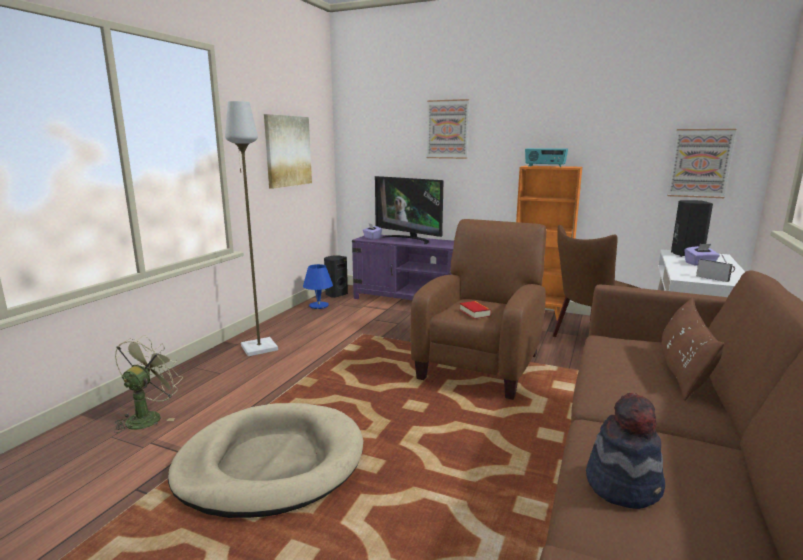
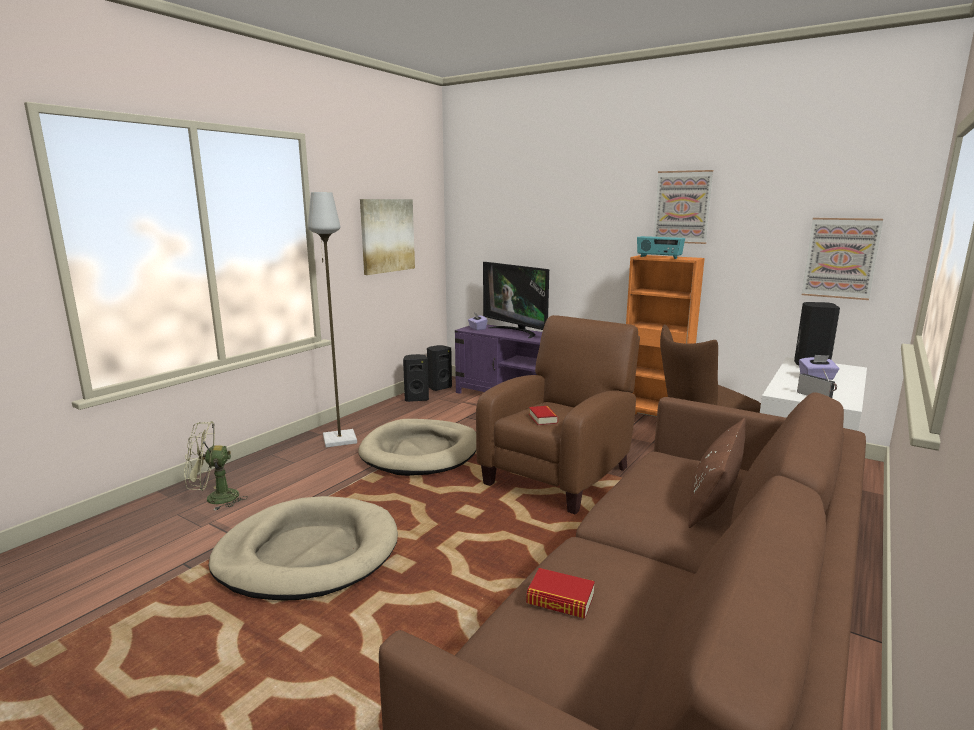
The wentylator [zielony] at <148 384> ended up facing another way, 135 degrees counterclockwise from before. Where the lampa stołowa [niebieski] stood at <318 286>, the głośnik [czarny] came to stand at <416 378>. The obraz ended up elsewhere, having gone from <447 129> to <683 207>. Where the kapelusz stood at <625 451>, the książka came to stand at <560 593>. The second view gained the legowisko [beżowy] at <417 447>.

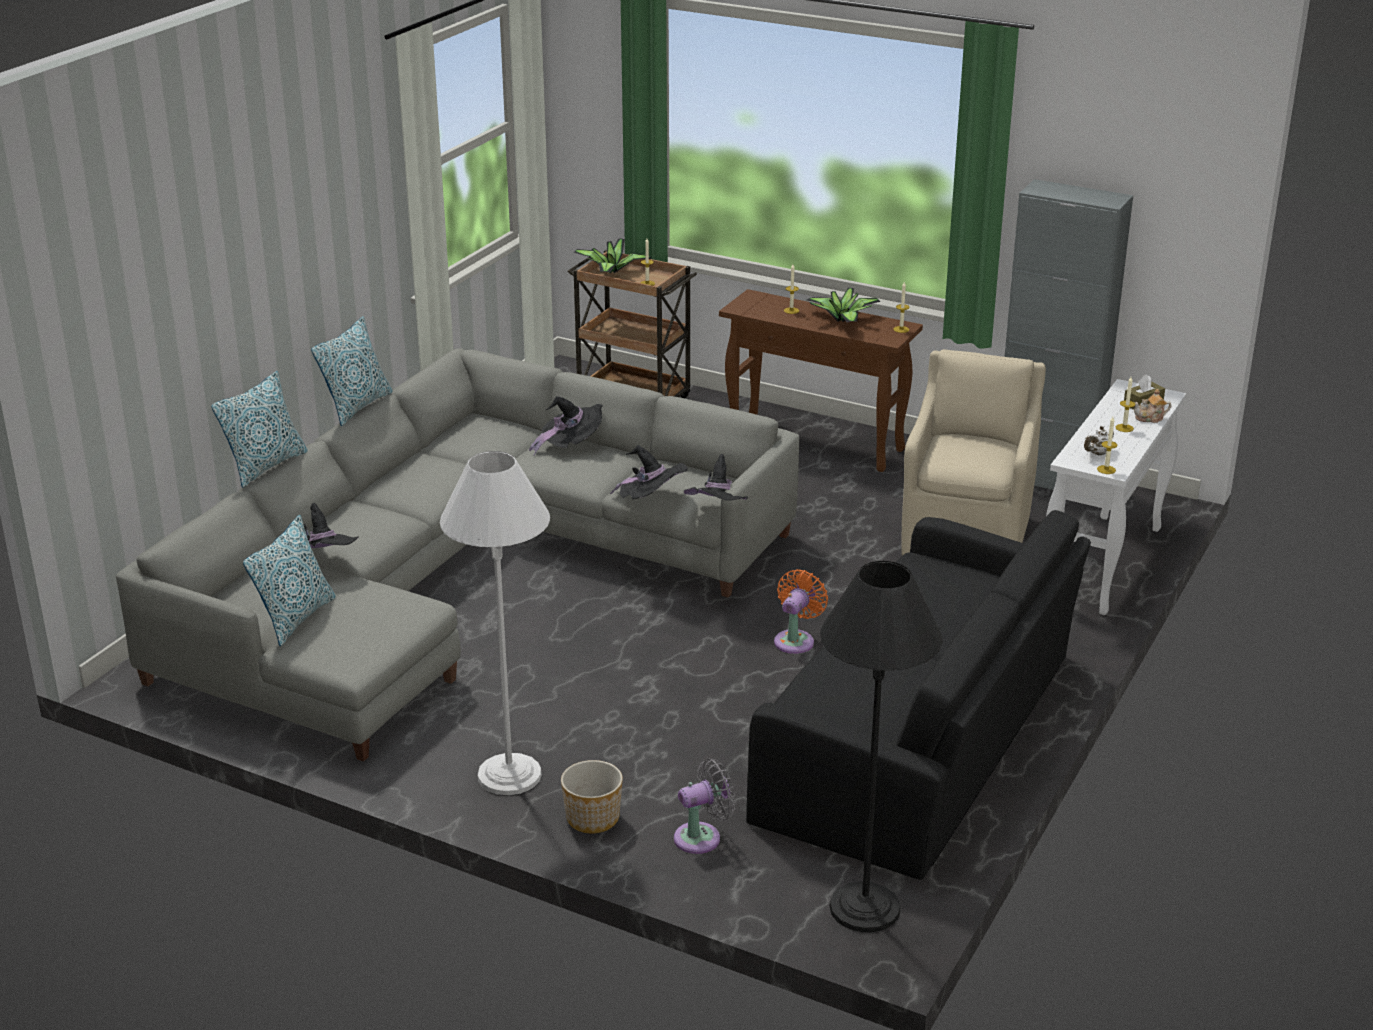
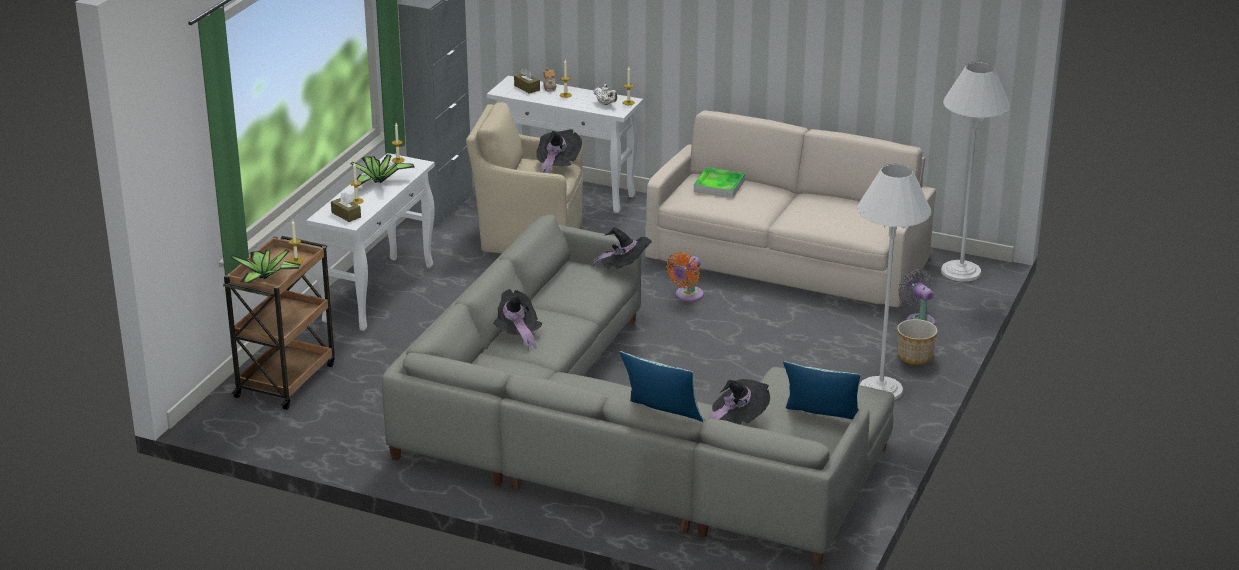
The second view lost the poduszka at <352 371>. The kapelusz [czarny] ended up elsewhere, having gone from <649 472> to <559 151>. What was the stolik konsolowy [brązowy] at <821 380> turned into the stolik konsolowy [biały] at <370 242>. What was the kanapa [czarny] at <918 695> turned into the kanapa [beżowy] at <790 208>. The wentylator [pomarańczowy] at <801 611> ended up facing another way, 75 degrees counterclockwise from before. What was the lampa stojąca [czarny] at <881 746> turned into the lampa stojąca [biały] at <975 172>. The second view gained the pudełko chusteczek [brązowy] at <346 207>. The second view gained the taca at <719 182>.

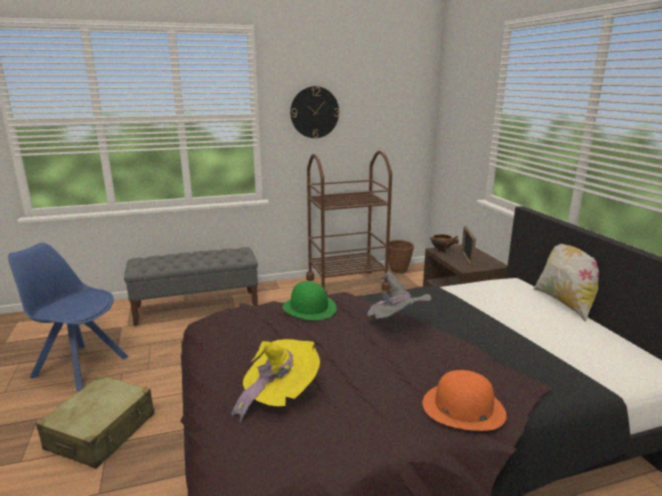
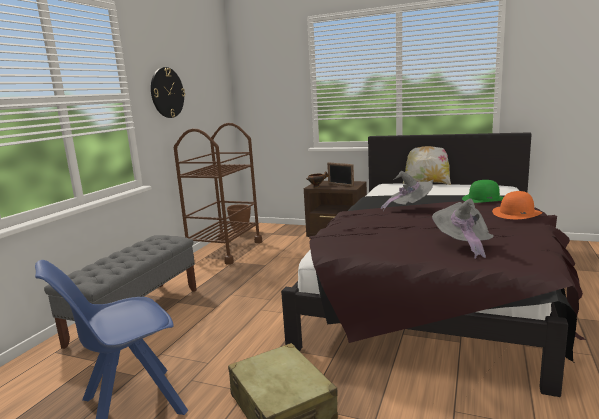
What was the kapelusz [żółty] at <275 381> turned into the kapelusz [szary] at <463 229>. The kapelusz [zielony] ended up elsewhere, having gone from <309 300> to <483 191>.

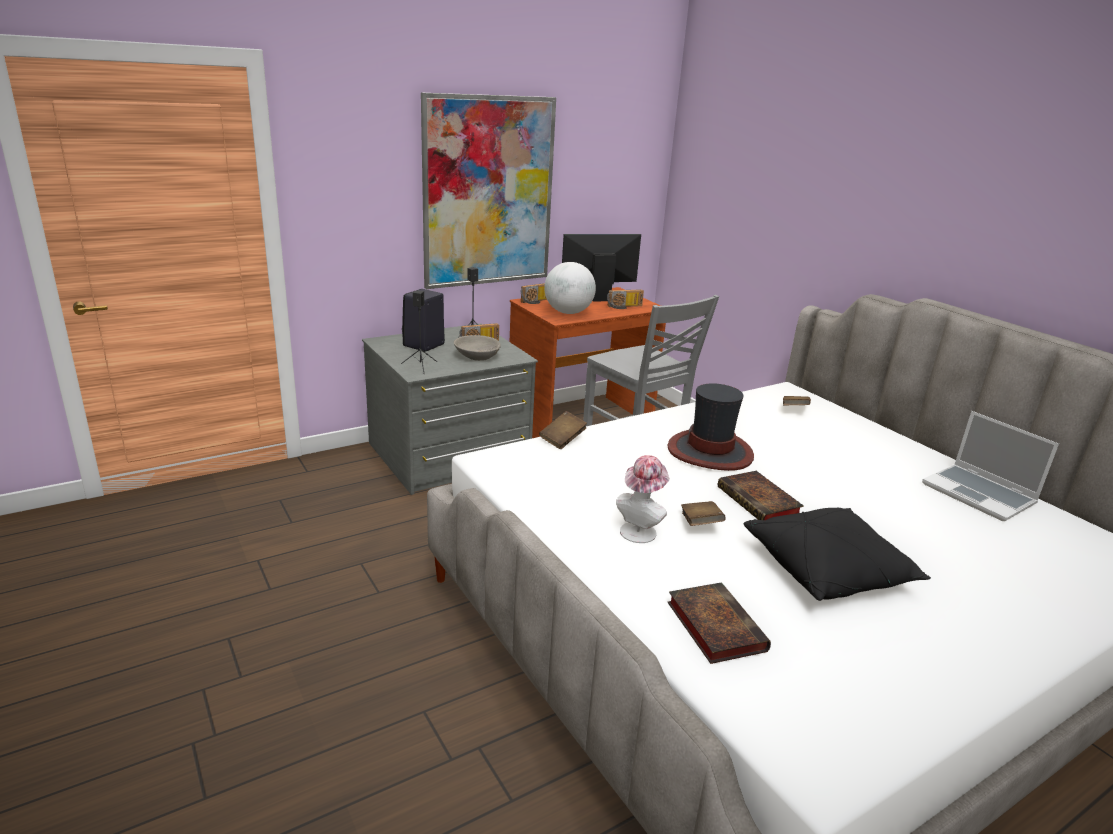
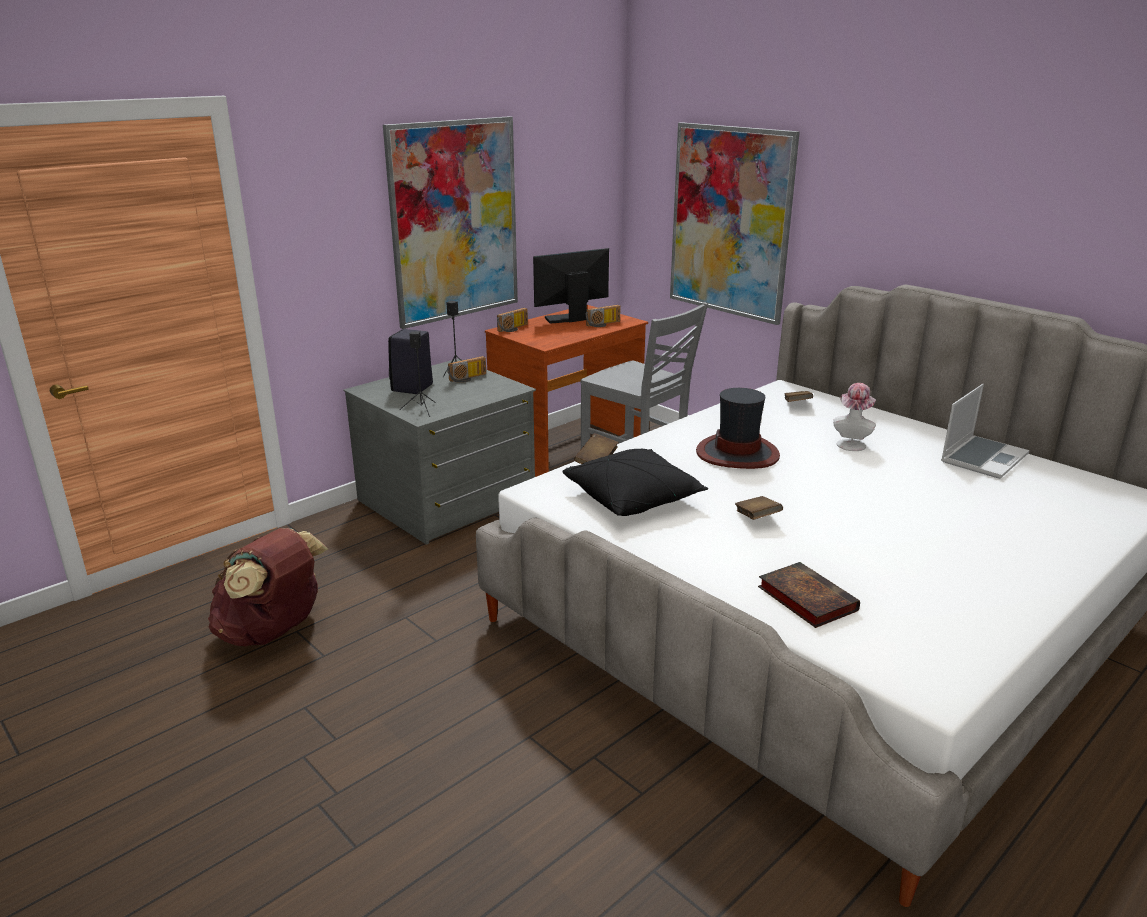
The second view lost the miska [szary] at <477 348>. The second view lost the globus at <570 288>. The kapelusz ended up elsewhere, having gone from <643 499> to <854 417>. The second view lost the książka at <761 495>. The poduszka [czarny] ended up elsewhere, having gone from <837 554> to <635 482>. The laptop at <990 466> ended up facing another way, 90 degrees counterclockwise from before. The second view gained the plecak [brązowy] at <268 587>. The second view gained the obraz at <735 223>.

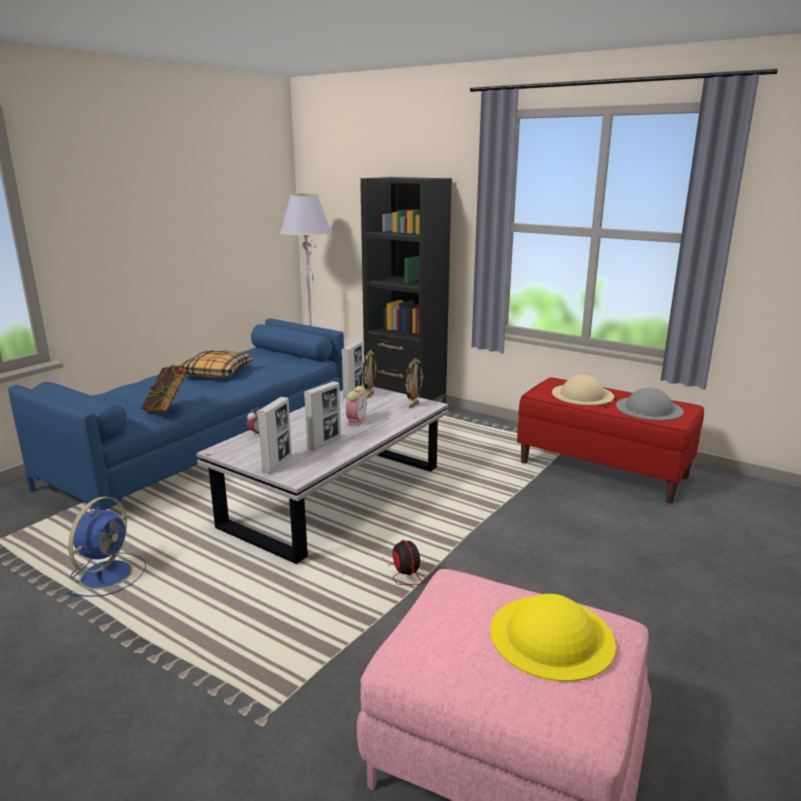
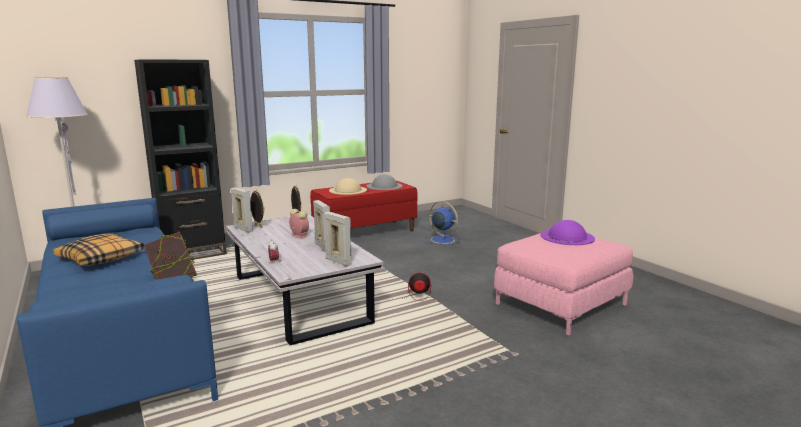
The wentylator [niebieski] ended up elsewhere, having gone from <105 547> to <442 223>. What was the kapelusz [żółty] at <553 638> turned into the kapelusz [fioletowy] at <568 232>.

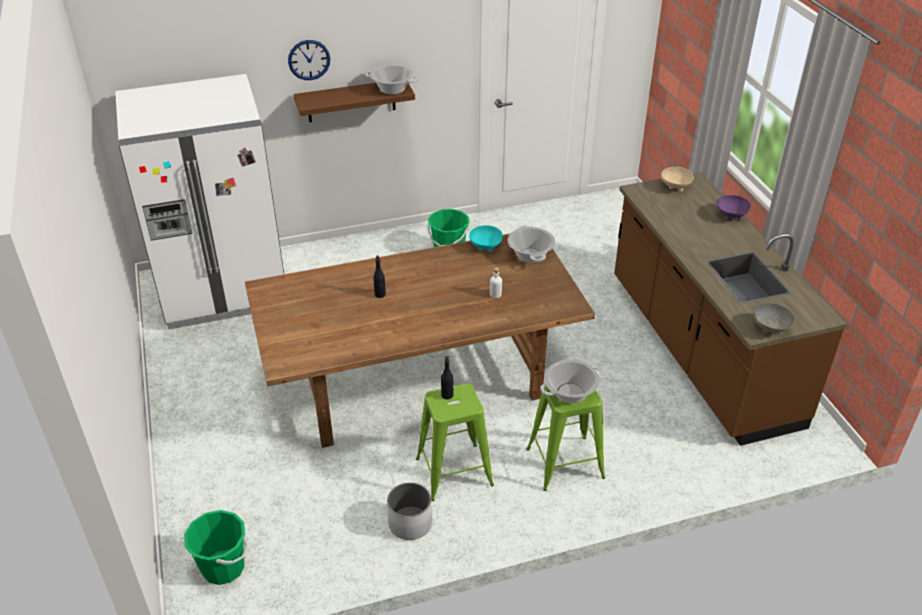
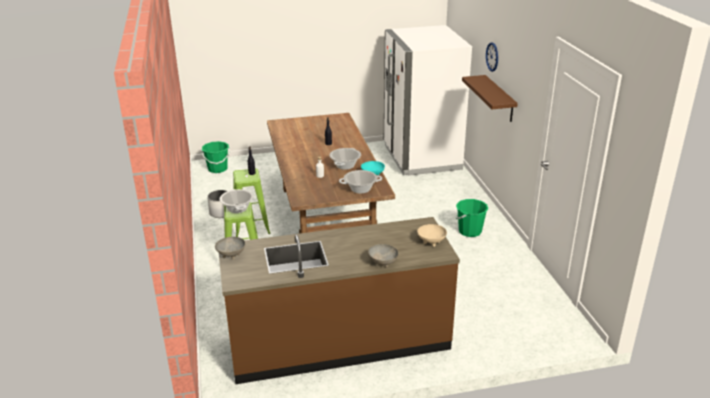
The garnek ended up elsewhere, having gone from <392 79> to <345 159>. What was the miska [fioletowy] at <733 208> turned into the miska [szary] at <383 255>.

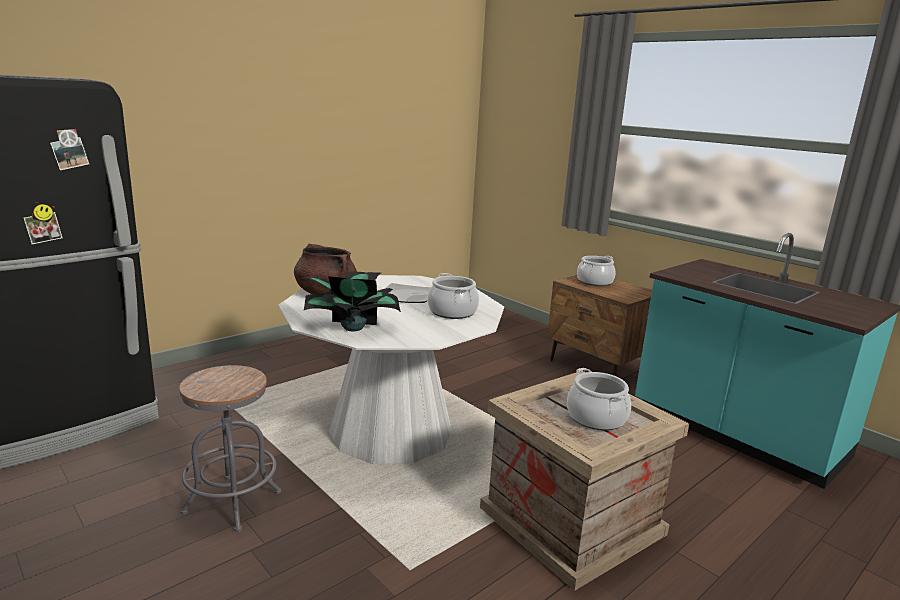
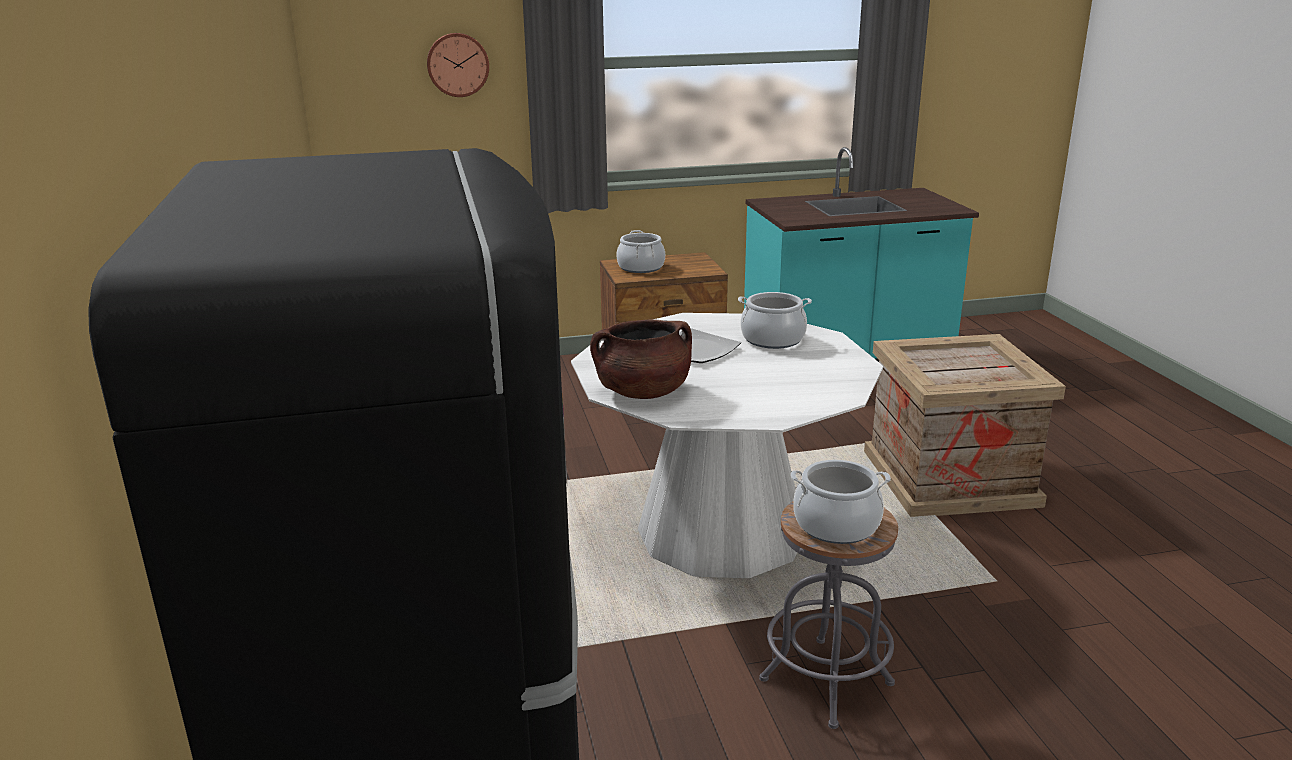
The second view lost the roślina doniczkowa at <352 301>. The garnek ended up elsewhere, having gone from <599 399> to <841 502>. The second view gained the zegar ścienny at <458 65>.

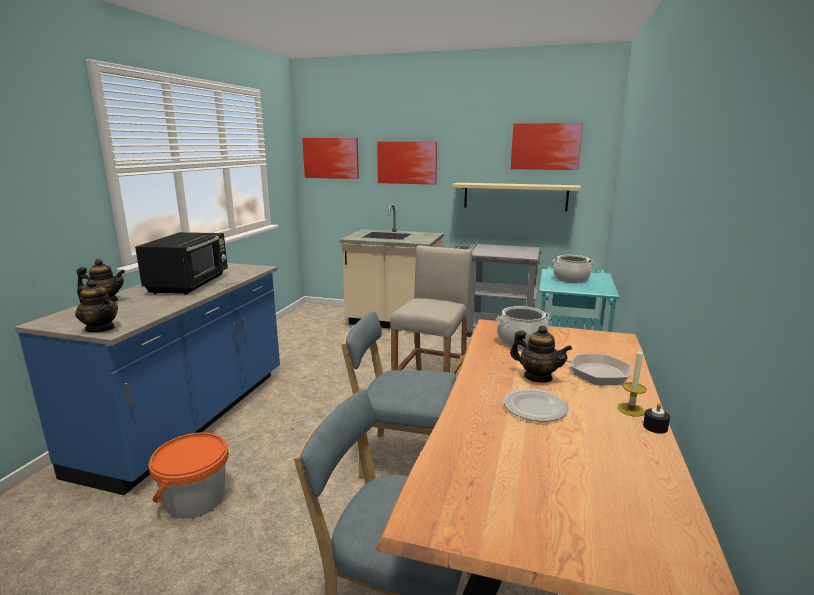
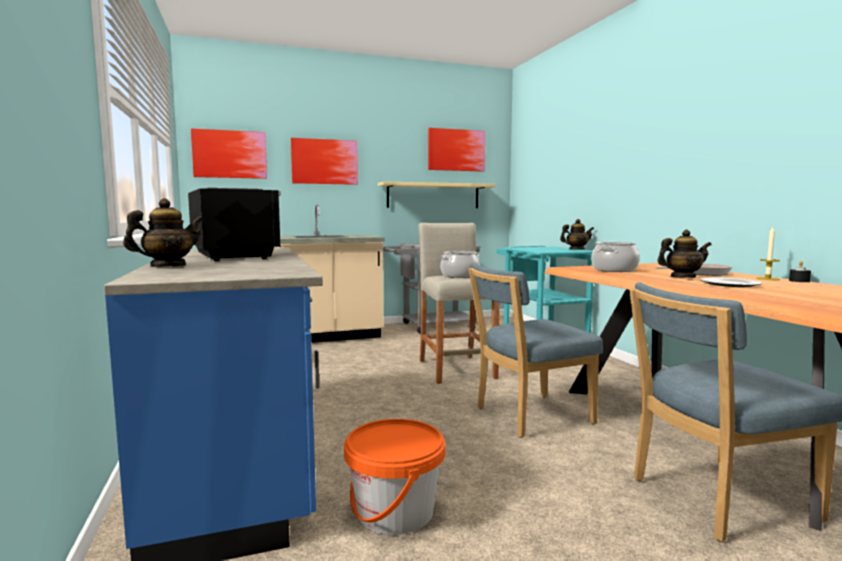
The imbryk ended up elsewhere, having gone from <96 306> to <577 234>. The garnek ended up elsewhere, having gone from <573 269> to <460 264>.

